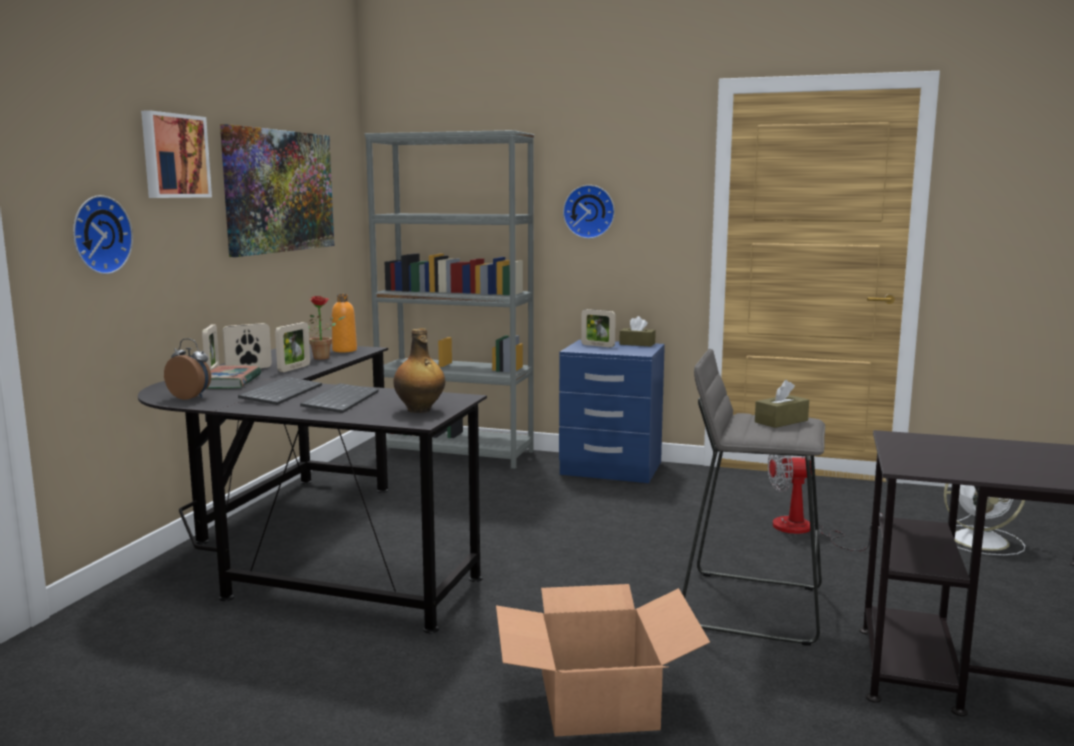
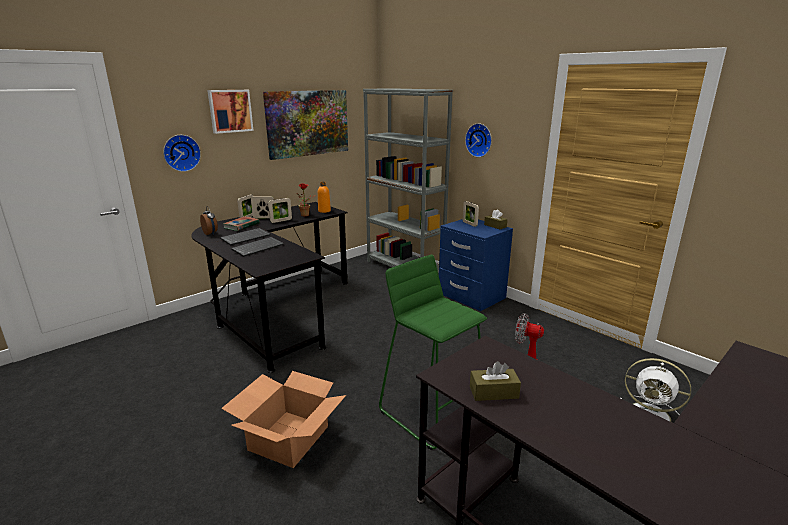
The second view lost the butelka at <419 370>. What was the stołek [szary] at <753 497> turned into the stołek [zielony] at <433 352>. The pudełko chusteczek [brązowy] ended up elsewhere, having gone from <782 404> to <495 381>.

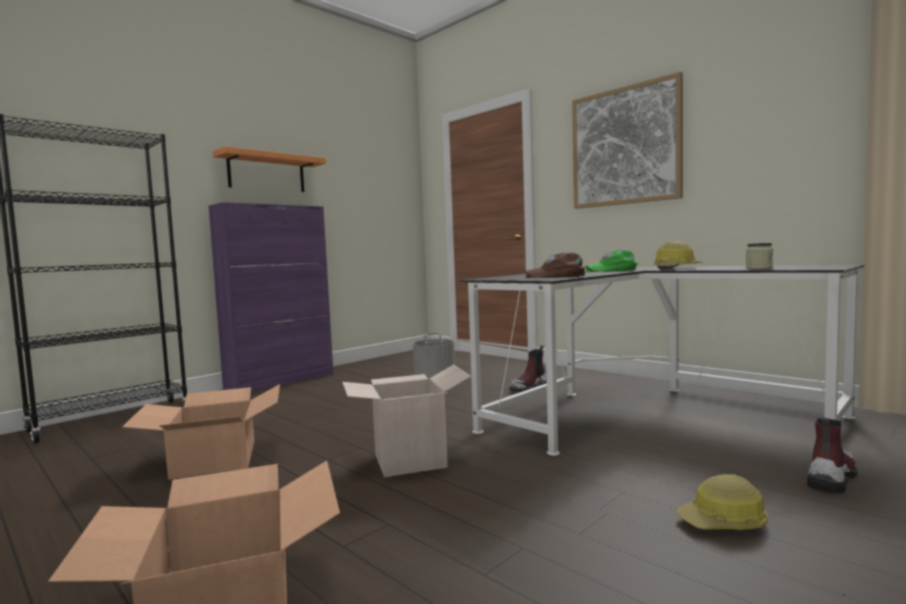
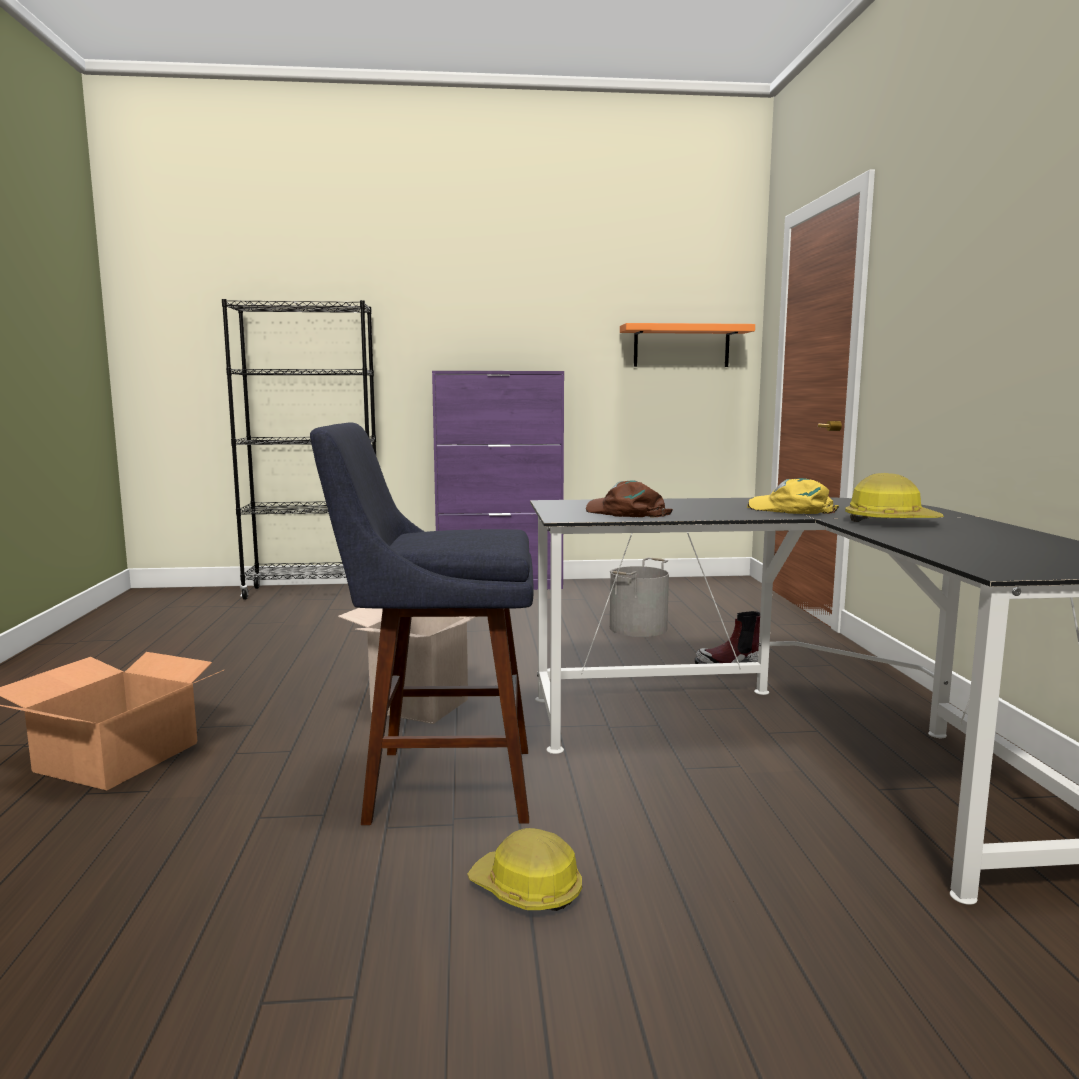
The second view lost the karton at <201 431>. The półka [pomarańczowy] ended up elsewhere, having gone from <269 169> to <687 345>. The second view lost the obraz at <627 140>. What was the czapka z daszkiem [zielony] at <611 261> turned into the czapka z daszkiem [żółty] at <793 496>. The second view lost the słoik at <759 256>. The second view lost the but z cholewką at <832 455>. The second view gained the stołek [niebieski] at <422 623>.

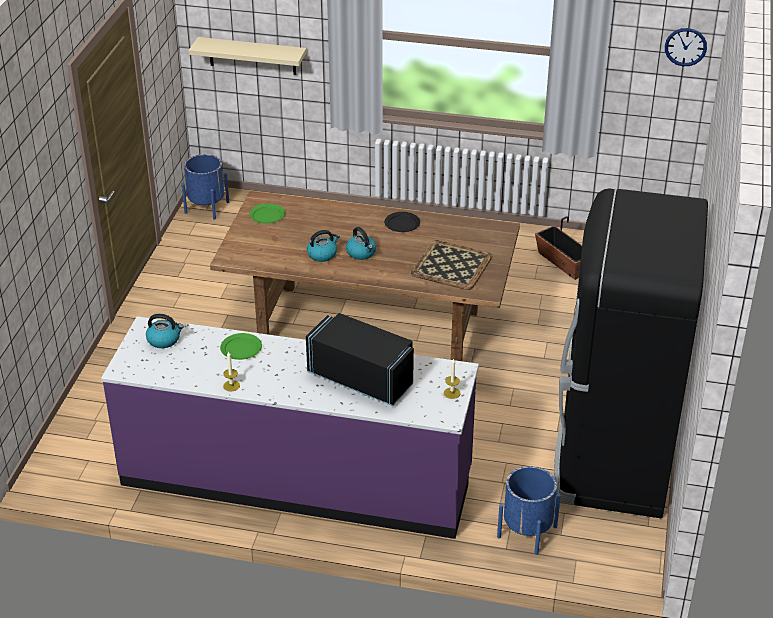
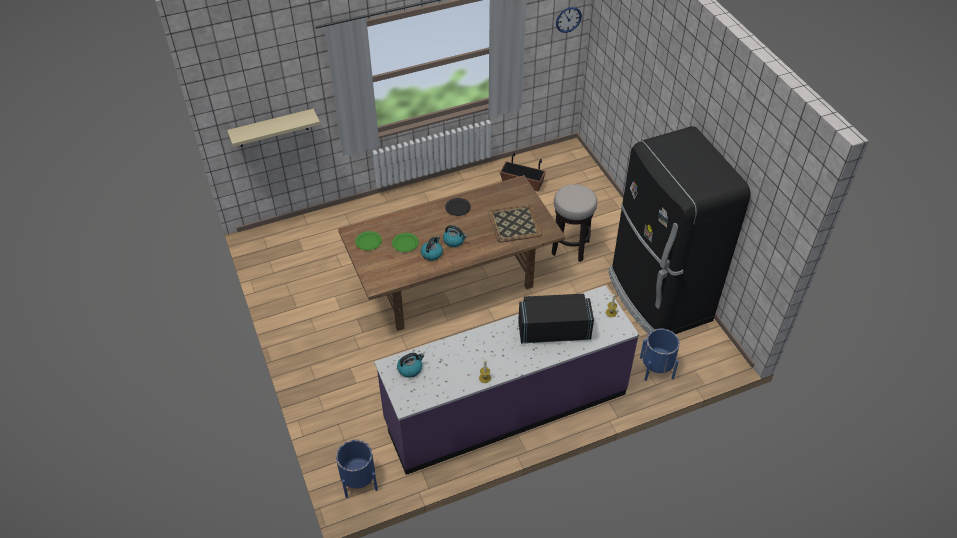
The donica [niebieski] ended up elsewhere, having gone from <205 187> to <357 469>. The talerz [zielony] ended up elsewhere, having gone from <241 346> to <405 242>. The second view gained the stołek at <574 223>.

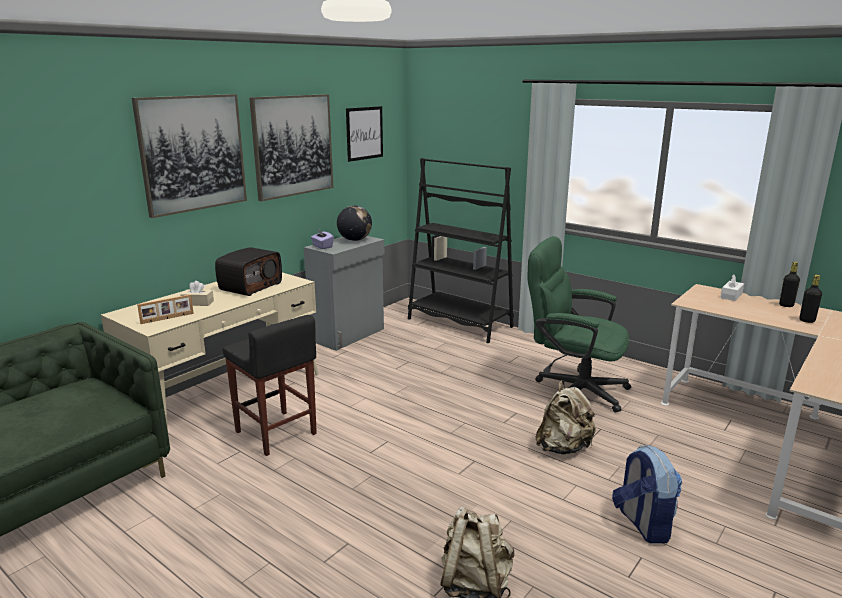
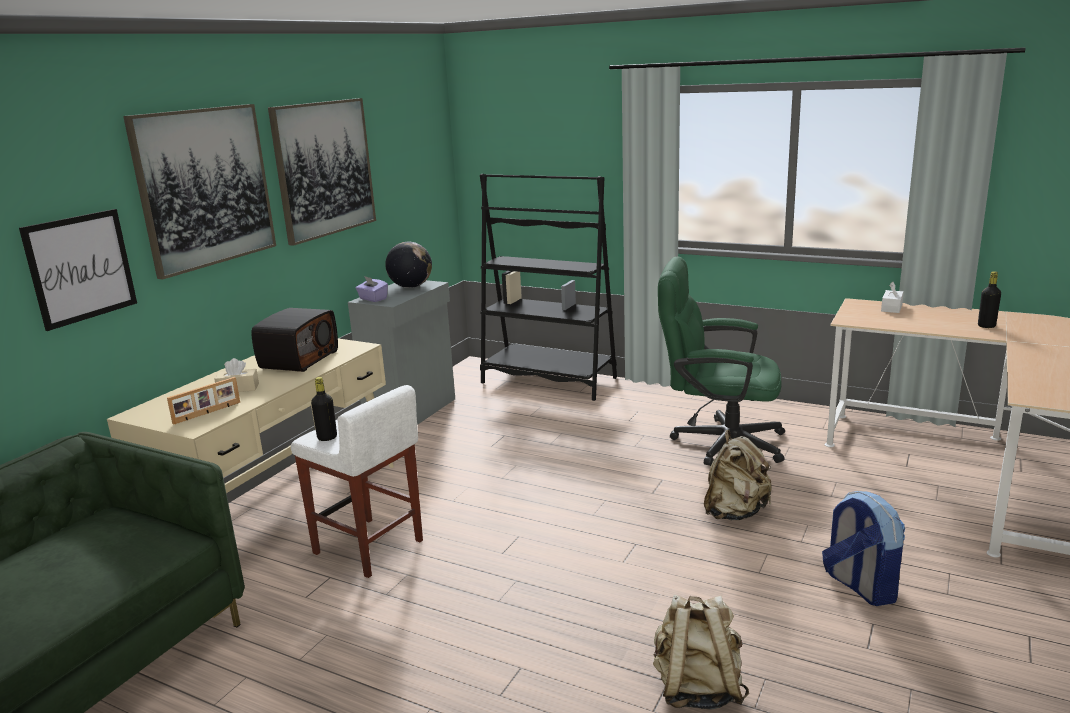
What was the stołek [czarny] at <270 385> turned into the stołek [biały] at <357 481>. The obraz ended up elsewhere, having gone from <364 134> to <78 270>. The butelka [czarny] ended up elsewhere, having gone from <789 284> to <324 409>.

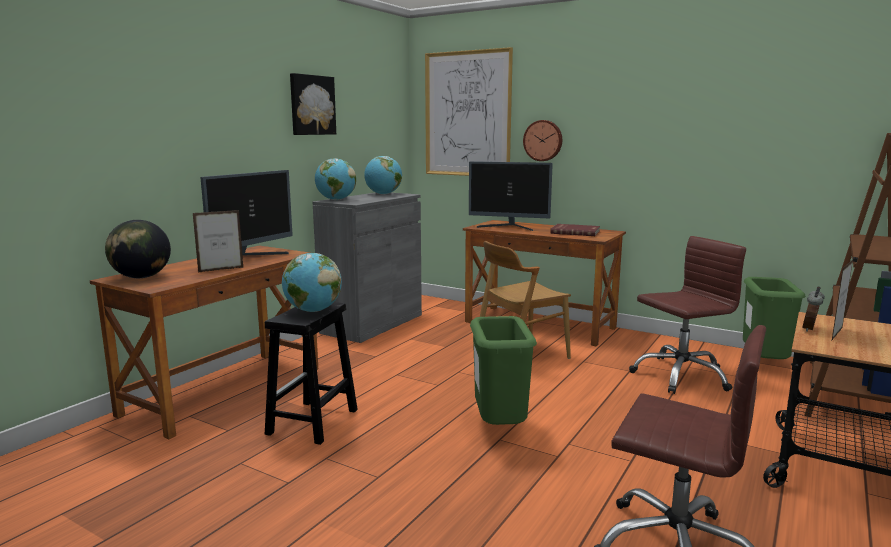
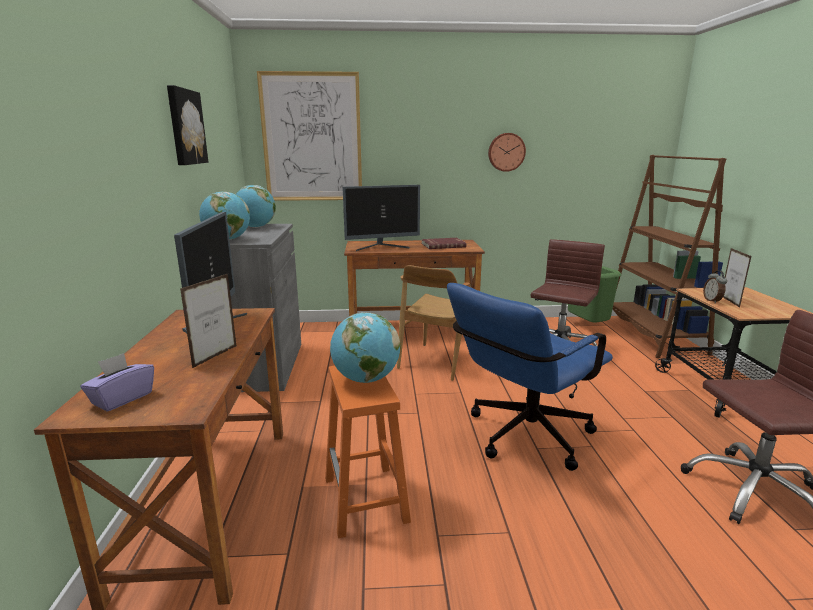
Where the globus stood at <138 249>, the pudełko chusteczek [fioletowy] came to stand at <117 382>. What was the stołek [czarny] at <311 373> turned into the stołek [pomarańczowy] at <368 452>. Where the kosz na śmieci [zielony] stood at <503 370>, the krzesło biurowe [niebieski] came to stand at <530 377>. The zegar ścienny ended up elsewhere, having gone from <542 140> to <507 152>.

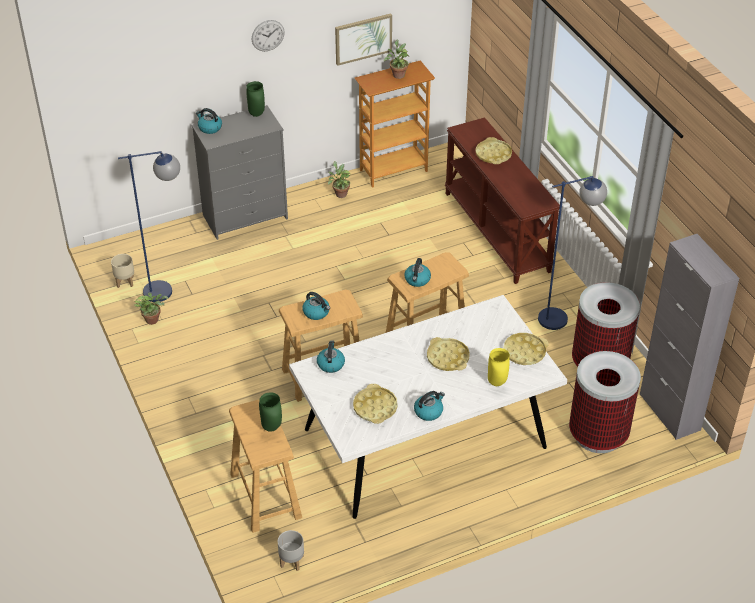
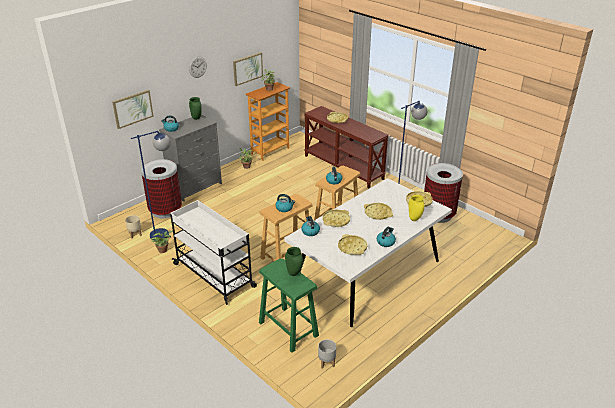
What was the stołek [beżowy] at <265 466> turned into the stołek [zielony] at <289 306>. The kosz na śmieci ended up elsewhere, having gone from <605 402> to <161 189>. The second view lost the szafka [szary] at <689 337>. The second view gained the obraz at <133 109>. The second view gained the wózek [biały] at <213 252>. The second view gained the taca [żółty] at <336 218>.

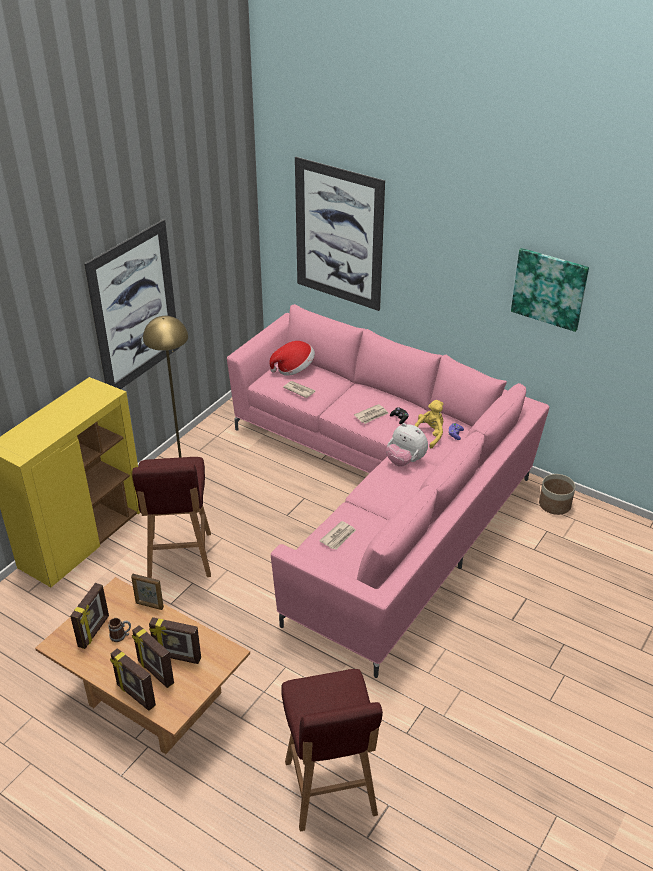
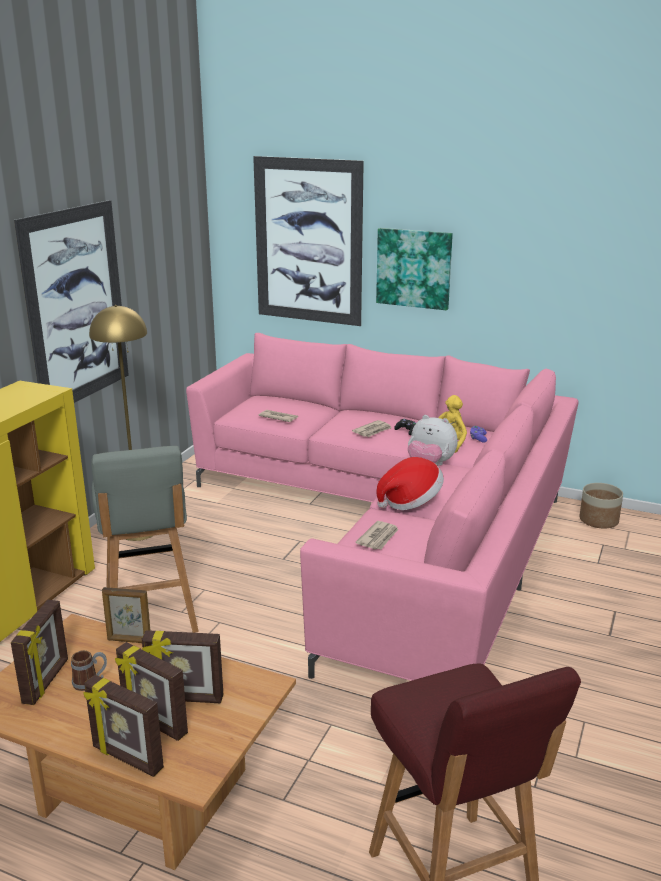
What was the stołek [czerwony] at <171 517> turned into the stołek [szary] at <145 539>. The kapelusz ended up elsewhere, having gone from <292 358> to <410 483>. The obraz ended up elsewhere, having gone from <550 290> to <414 269>.

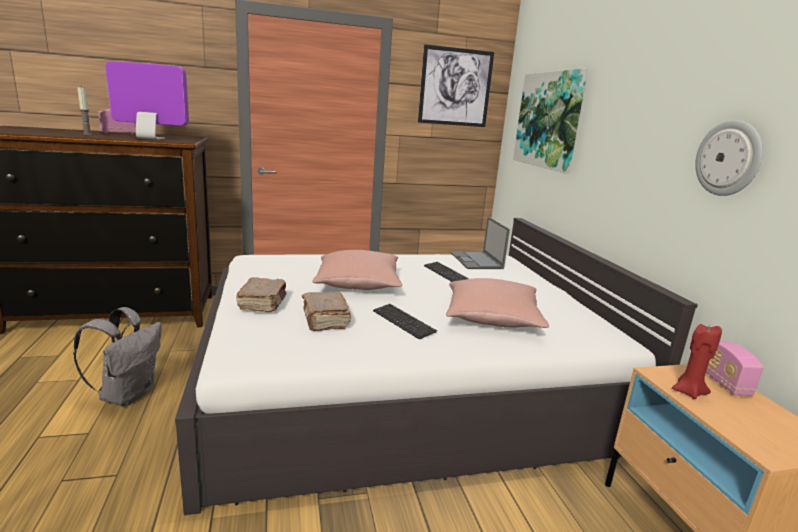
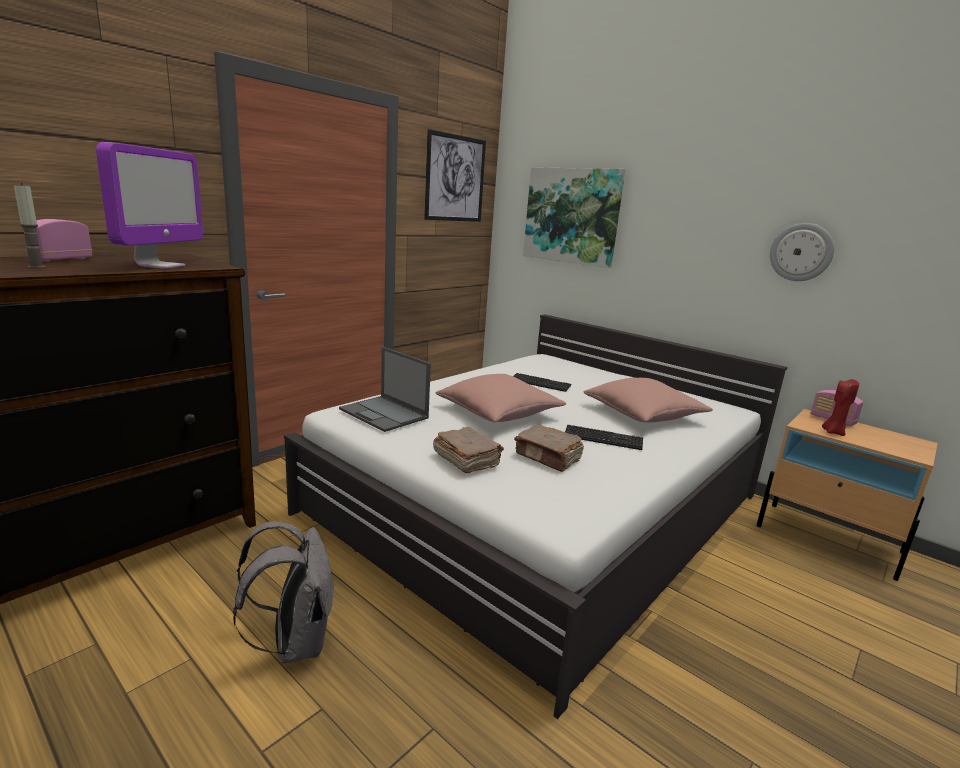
The monitor at <147 100> ended up facing another way, 135 degrees clockwise from before. The laptop ended up elsewhere, having gone from <480 243> to <385 389>.

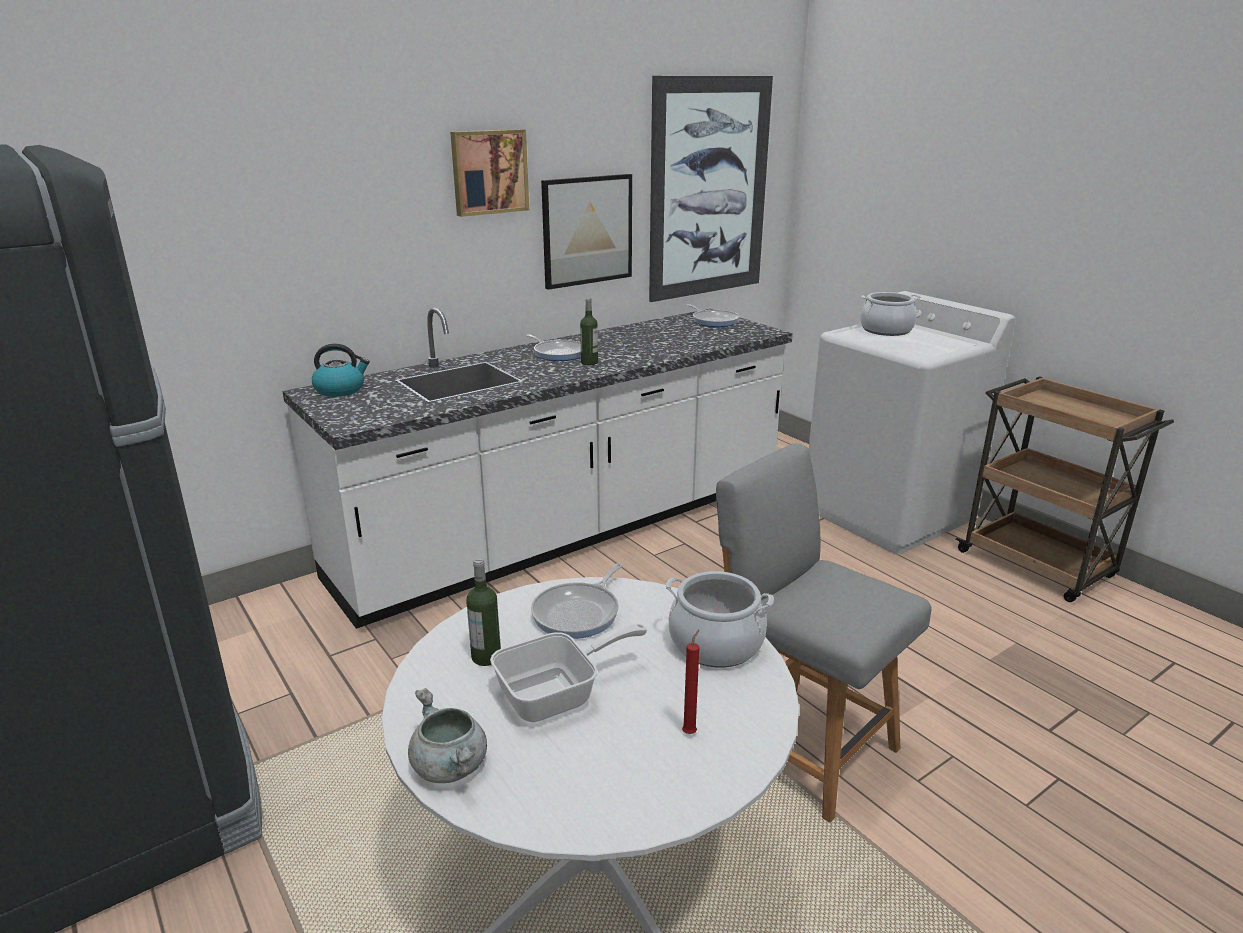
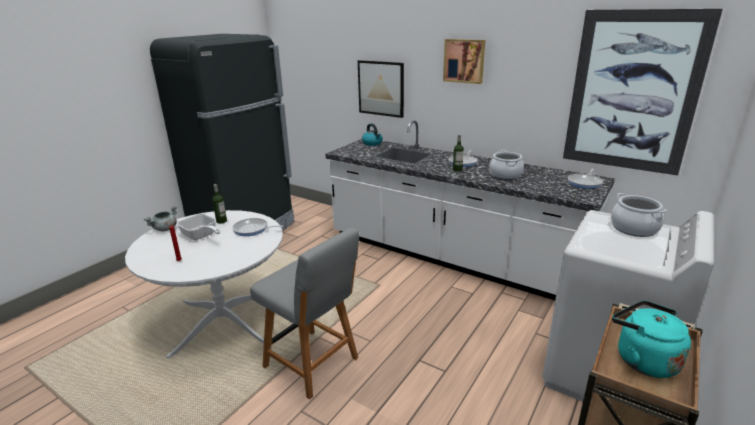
The obraz ended up elsewhere, having gone from <586 232> to <381 89>. The garnek ended up elsewhere, having gone from <720 619> to <506 165>. The krzesło [szary] at <823 633> ended up facing another way, 105 degrees clockwise from before. The second view gained the czajnik [turkusowy] at <651 339>.

